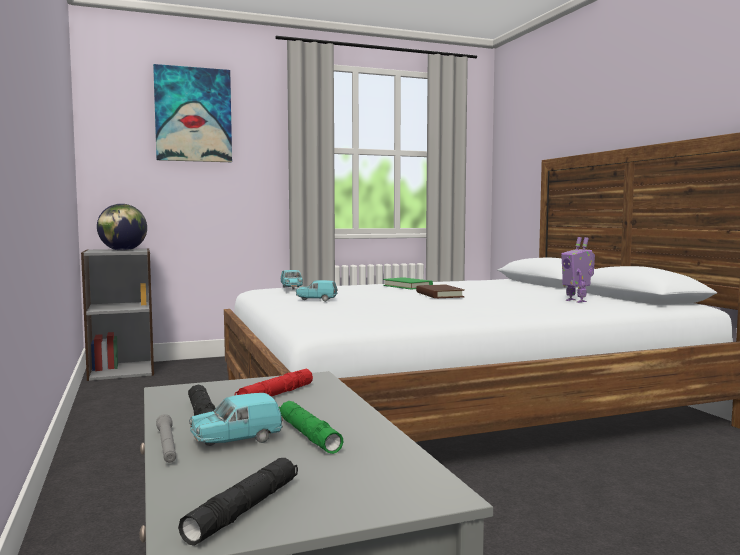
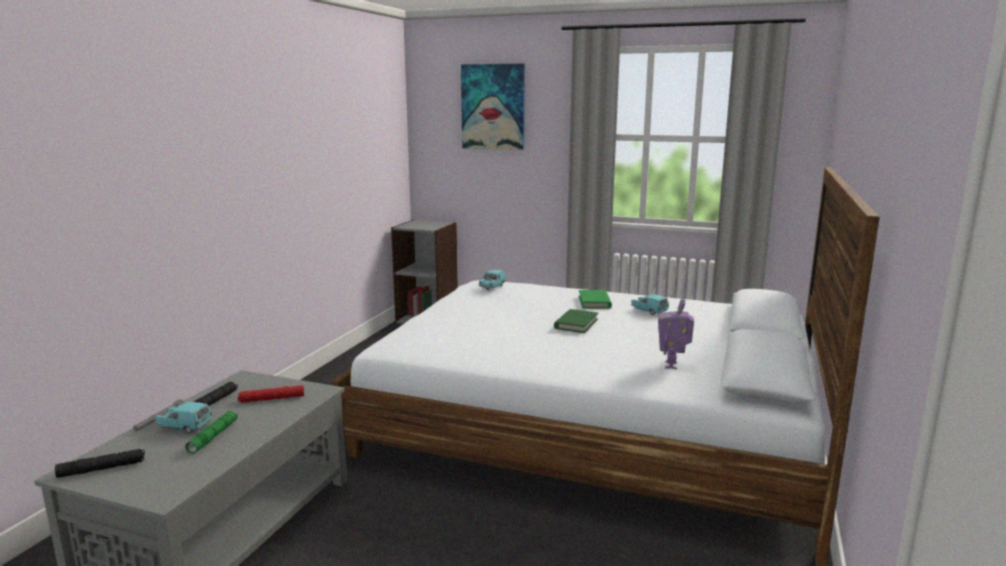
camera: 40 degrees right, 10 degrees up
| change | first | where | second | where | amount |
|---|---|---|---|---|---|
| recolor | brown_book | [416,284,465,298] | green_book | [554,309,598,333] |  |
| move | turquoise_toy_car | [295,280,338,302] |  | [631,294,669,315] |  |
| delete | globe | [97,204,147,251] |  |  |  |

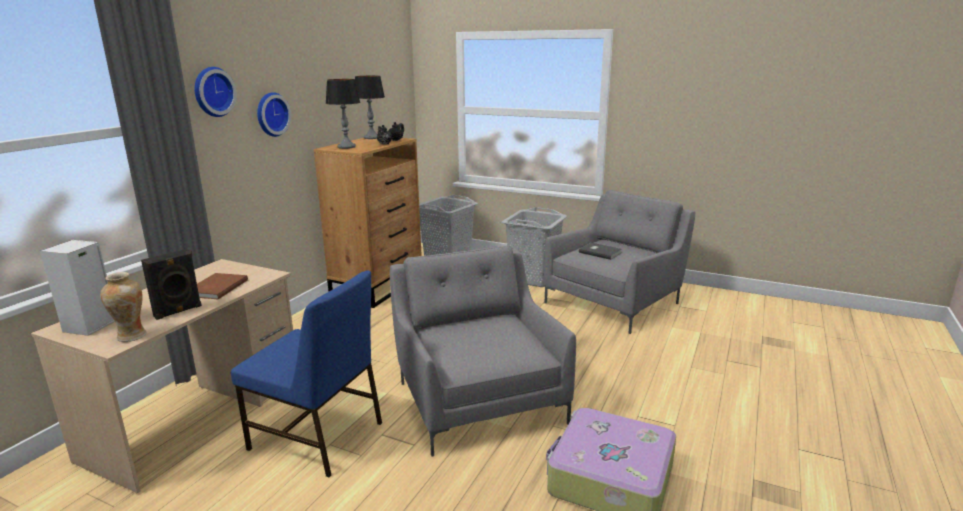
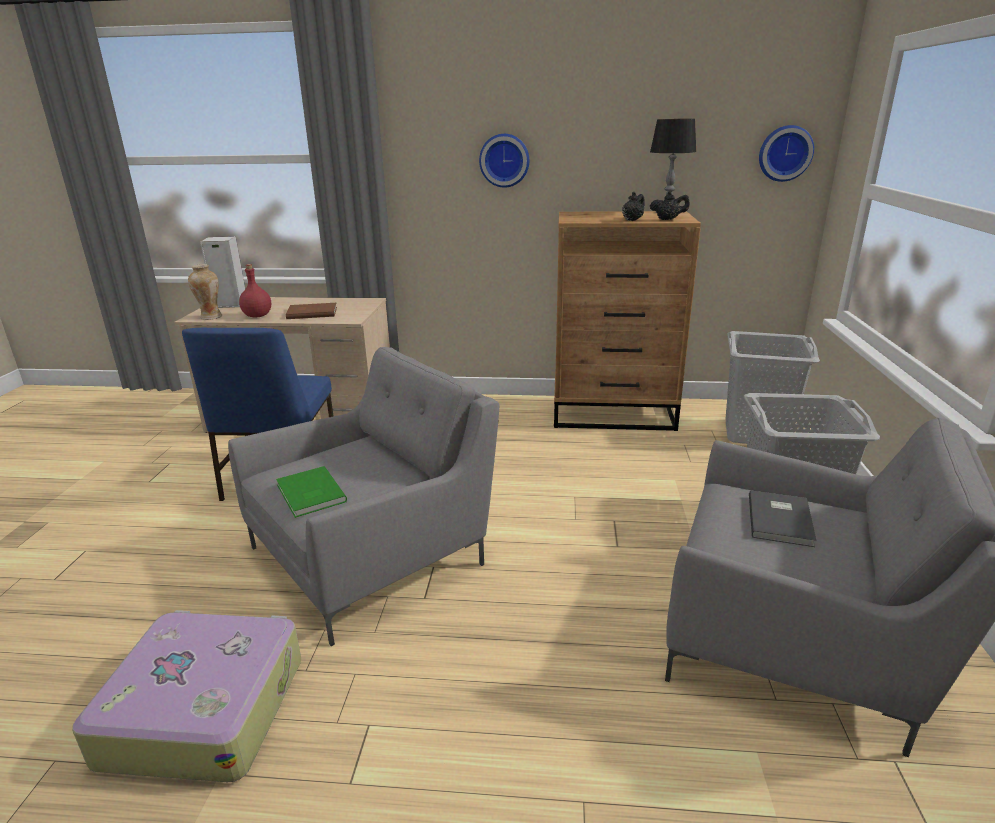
camera: 70 degrees right, 5 degrees up
| change | first | where | second | where | amount |
|---|---|---|---|---|---|
| replace | black_speaker | [141,249,202,320] | red_bottle | [239,264,271,318] |  |
| insert |  |  | green_book | [276,466,347,518] |  |
| move | wall_clock | [195,67,237,117] |  | [759,125,814,182] |  |
| delete | table_lamp | [326,79,360,149] |  |  |  |

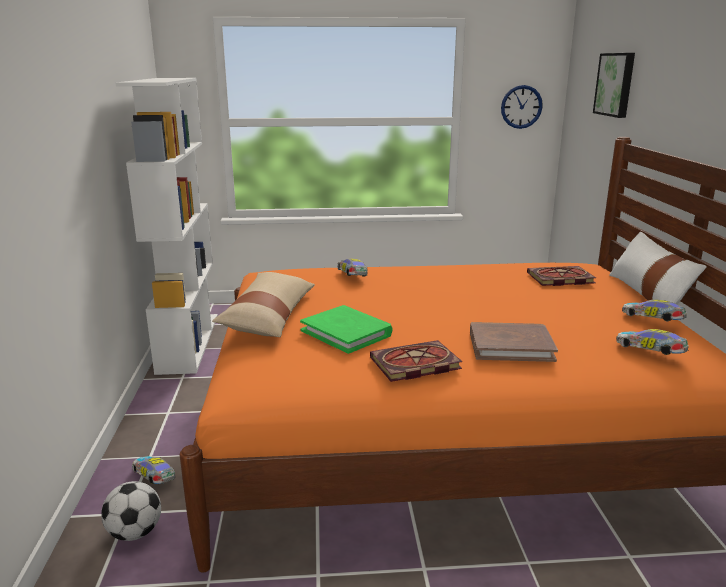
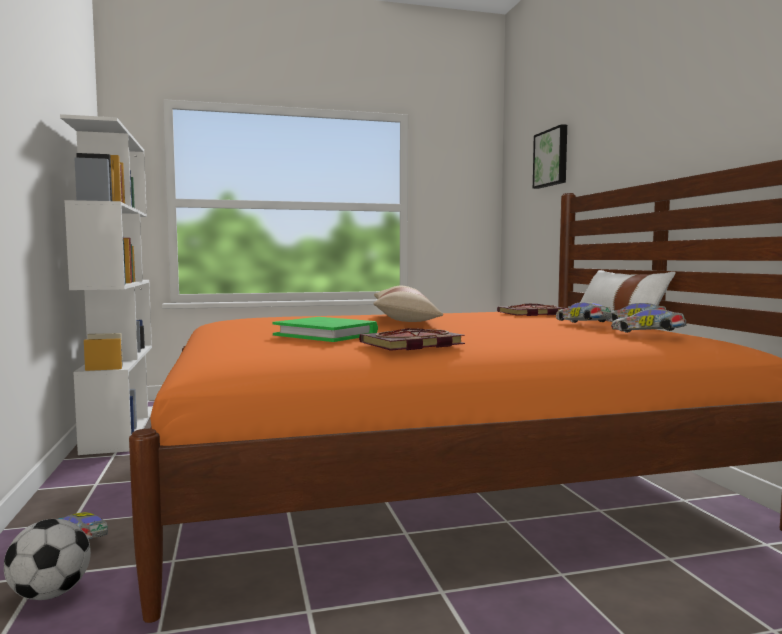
camera: 10 degrees left, 15 degrees down
| change | first | where | second | where | amount |
|---|---|---|---|---|---|
| move | beige_pillow | [212,272,315,337] |  | [374,286,443,322] |  |
| move | toy_car | [337,259,368,277] |  | [556,302,612,323] |  |
| delete | brown_book | [470,322,558,362] |  |  |  |
| delete | wall_clock | [501,85,543,129] |  |  |  |

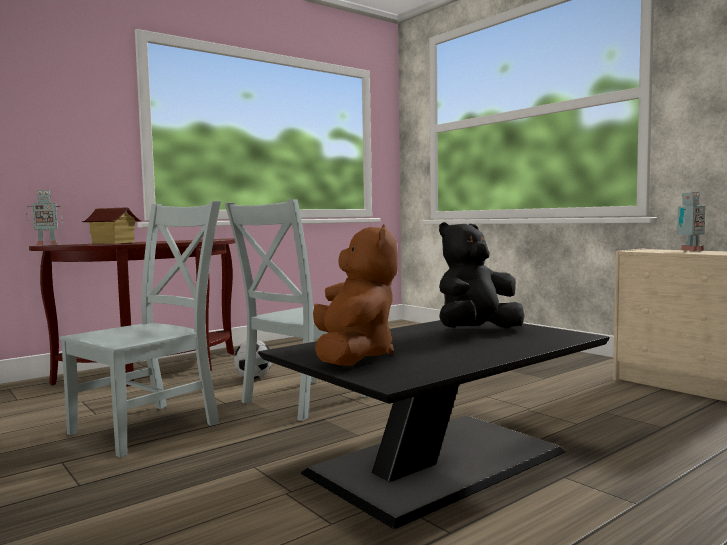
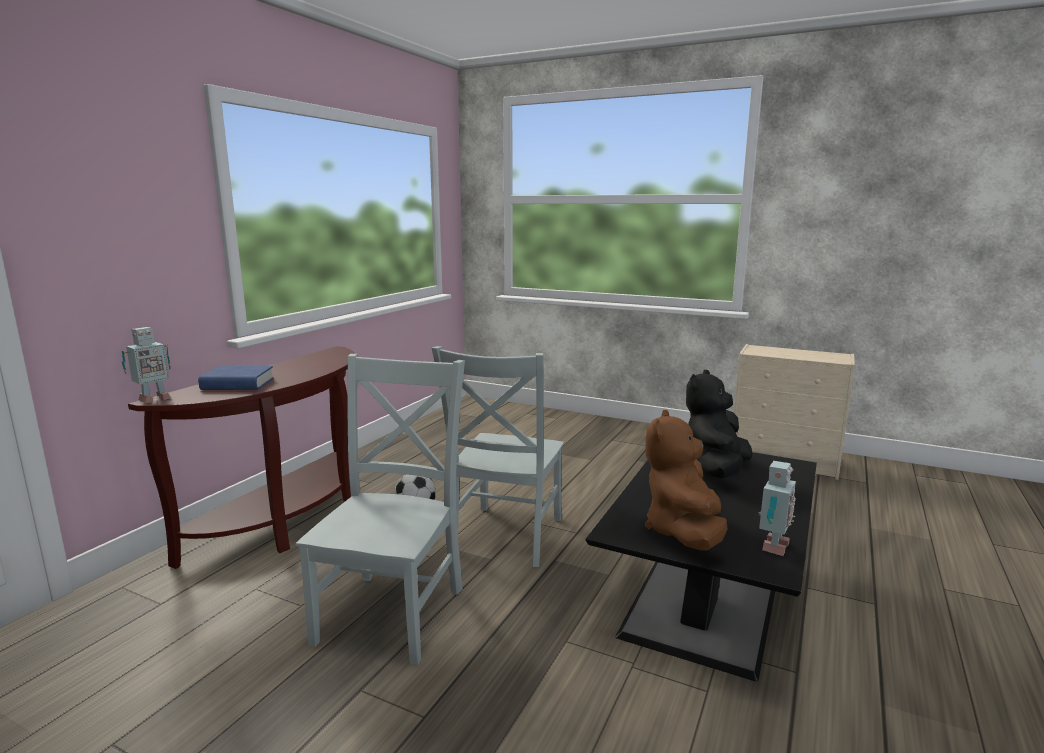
camera: 25 degrees left, 10 degrees up
| change | first | where | second | where | amount |
|---|---|---|---|---|---|
| replace | toy_house | [81,207,142,244] | blue_book | [198,366,274,390] |  |
| rotate | brown_plush_toy | [313,224,398,366] |  | [645,410,727,551] | 135 degrees counterclockwise |
| move | toy_robot | [677,192,705,251] |  | [758,461,796,556] |  |

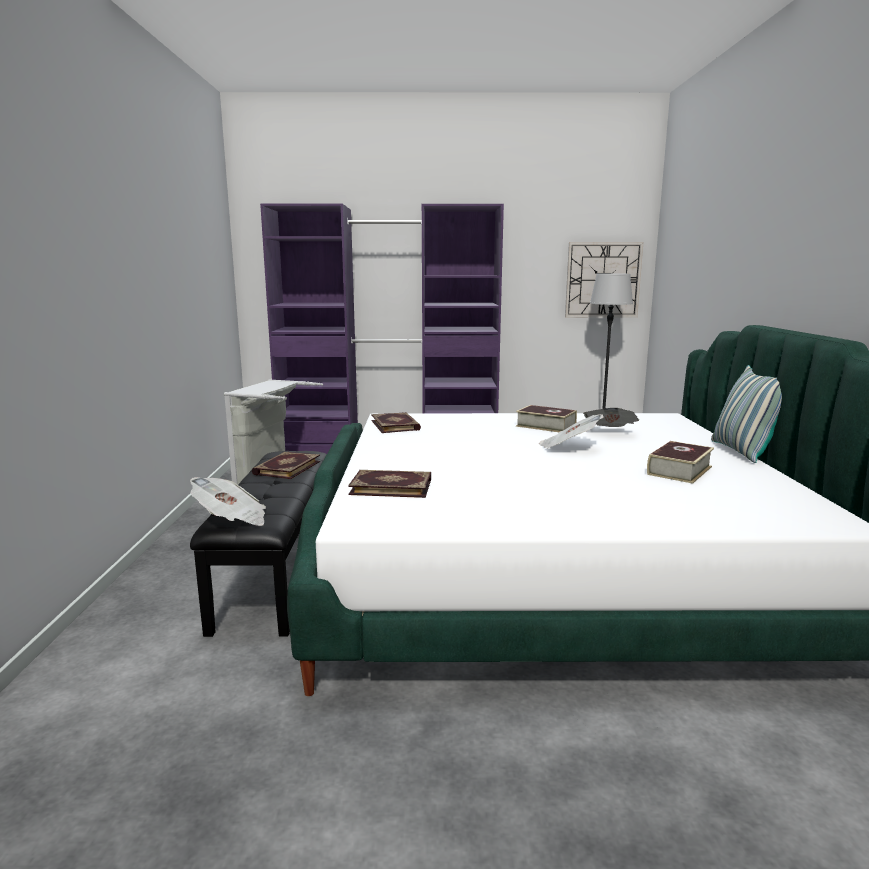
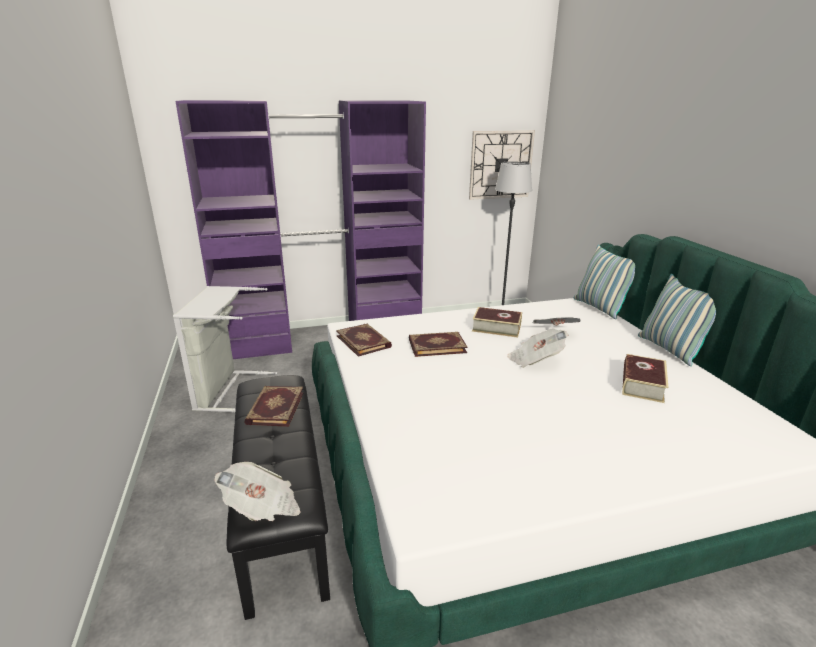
camera: 15 degrees left, 10 degrees up
| change | first | where | second | where | amount |
|---|---|---|---|---|---|
| move | book | [348,470,431,498] |  | [409,332,467,357] |  |
| insert |  |  | pillow | [573,245,635,319] |  |

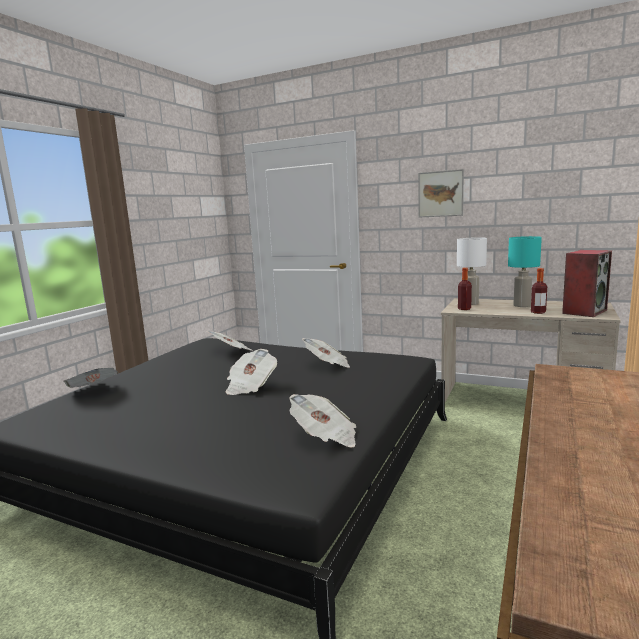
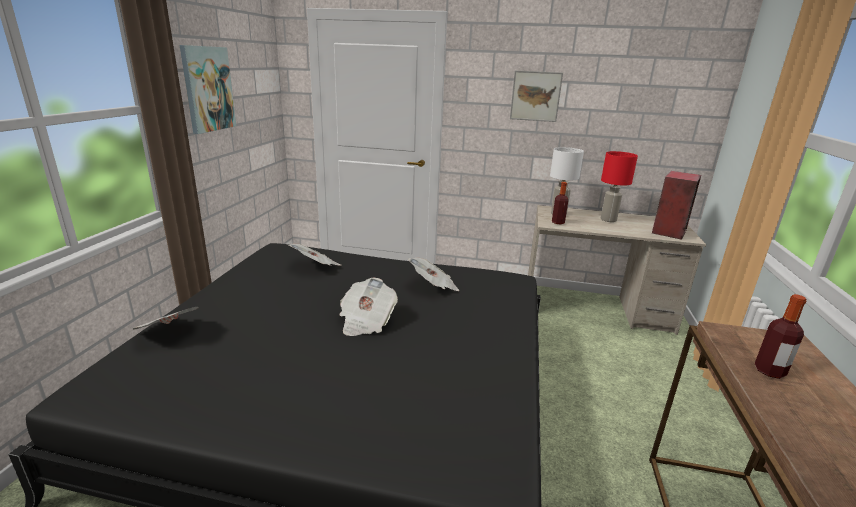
camera: 15 degrees left, 10 degrees up
| change | first | where | second | where | amount |
|---|---|---|---|---|---|
| insert |  |  | picture | [180,45,236,134] |  |
| recolor | turquoise_table_lamp | [508,236,542,307] | red_table_lamp | [601,151,638,222] |  |
| move | bottle | [531,268,547,314] |  | [754,294,806,379] |  |
| delete | newspaper | [289,394,356,448] |  |  |  |

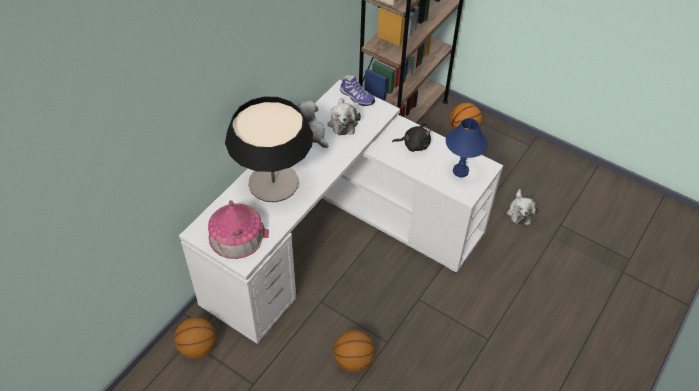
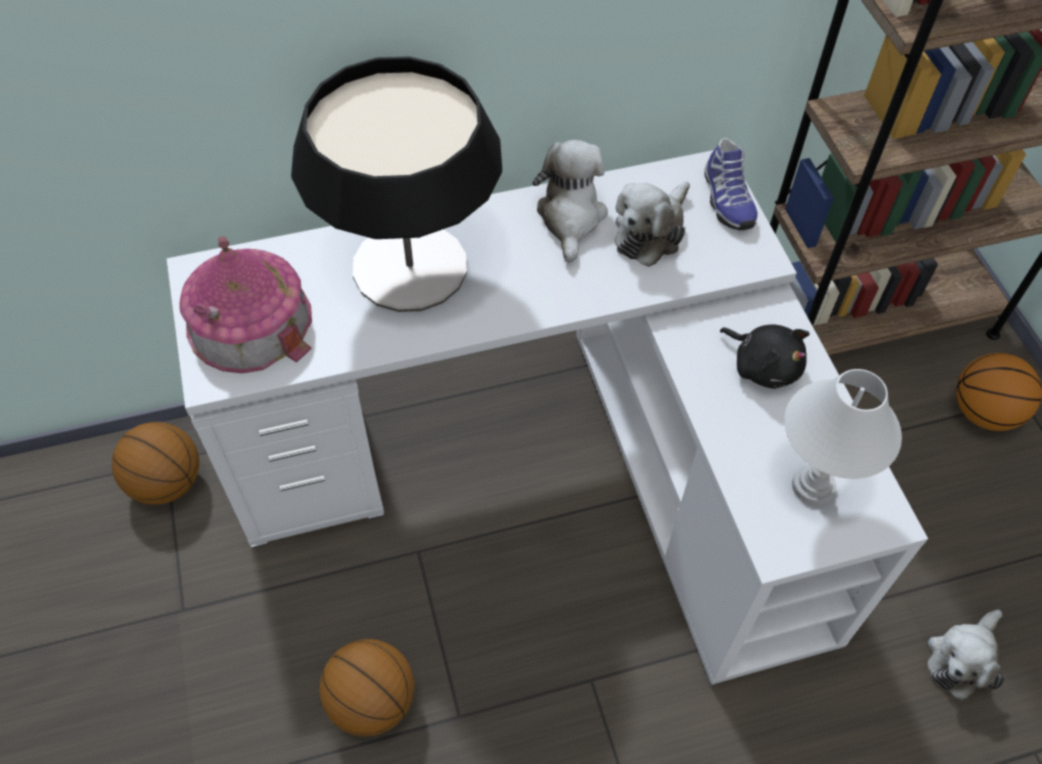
camera: 40 degrees right, 5 degrees up
| change | first | where | second | where | amount |
|---|---|---|---|---|---|
| recolor | blue_table_lamp | [446,118,488,177] | white_table_lamp | [784,369,902,505] |  |

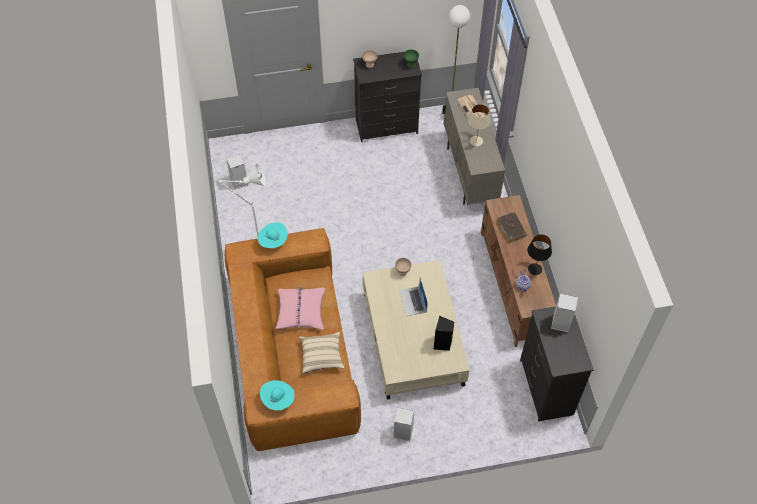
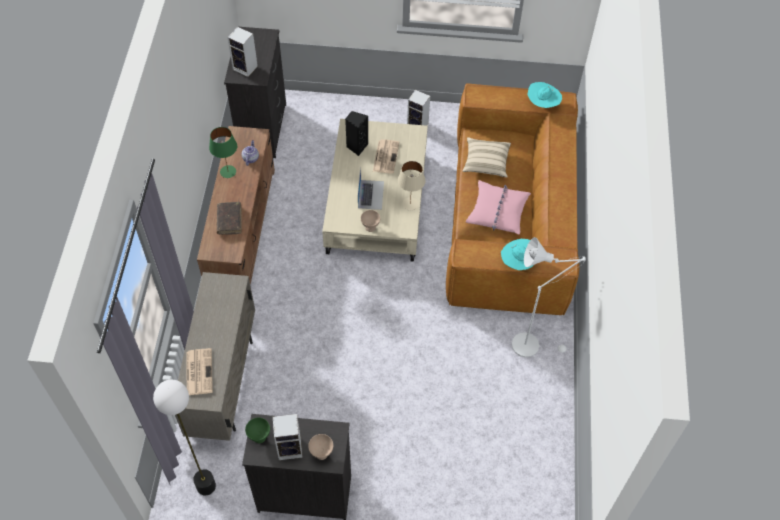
camera: 165 degrees left, 0 degrees up
| change | first | where | second | where | amount |
|---|---|---|---|---|---|
| recolor | black_table_lamp | [527,234,552,275] | green_table_lamp | [209,127,237,178] |  |
| move | speaker | [226,154,248,190] |  | [273,414,303,460] |  |
| insert |  |  | newspaper | [373,139,399,174] |  |
| move | beige_table_lamp | [468,104,491,146] |  | [398,161,426,210] |  |

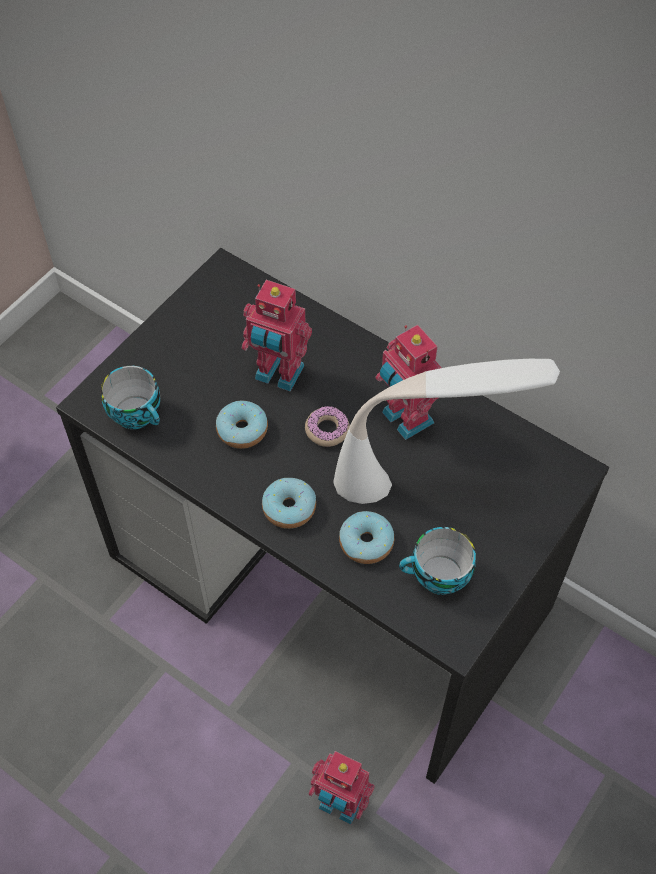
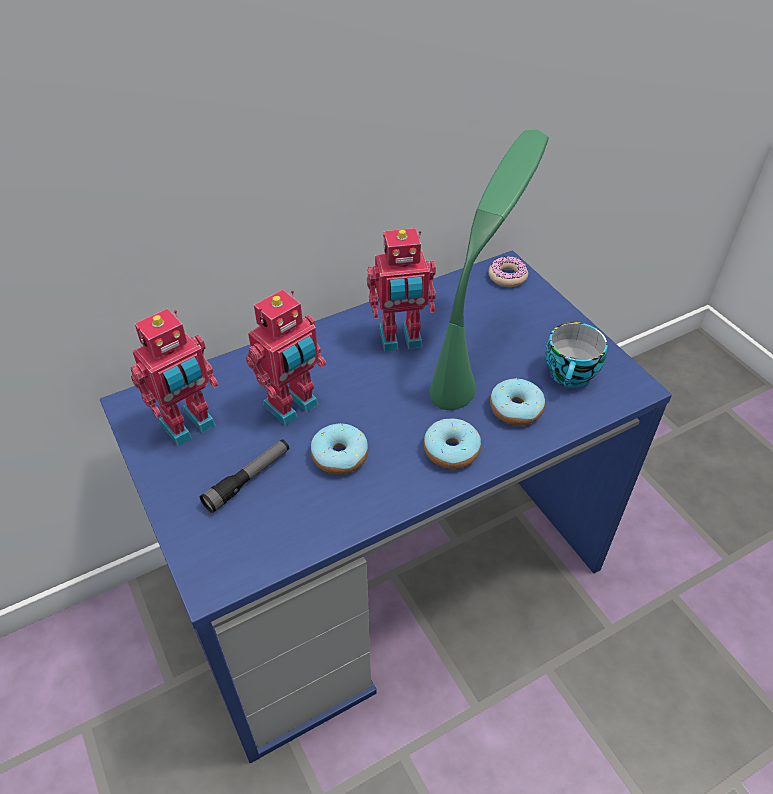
camera: 65 degrees left, 10 degrees down
| change | first | where | second | where | amount |
|---|---|---|---|---|---|
| recolor | black_desk | [56,248,609,784] | blue_desk | [100,250,672,763] |  |
| move | toy_robot | [308,751,375,825] |  | [131,308,218,446] |  |
| insert |  |  | flashlight | [200,439,289,513] |  |
| recolor | white_table_lamp | [333,359,560,504] | green_table_lamp | [429,130,549,411] |  |
| move | donut | [305,406,350,447] |  | [488,256,528,287] |  |
| delete | cup | [101,366,160,429] |  |  |  |

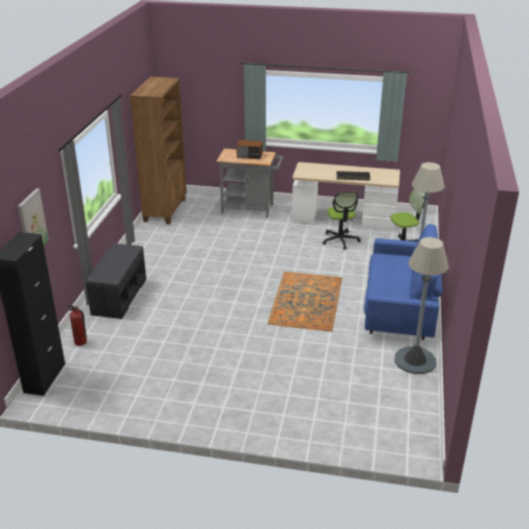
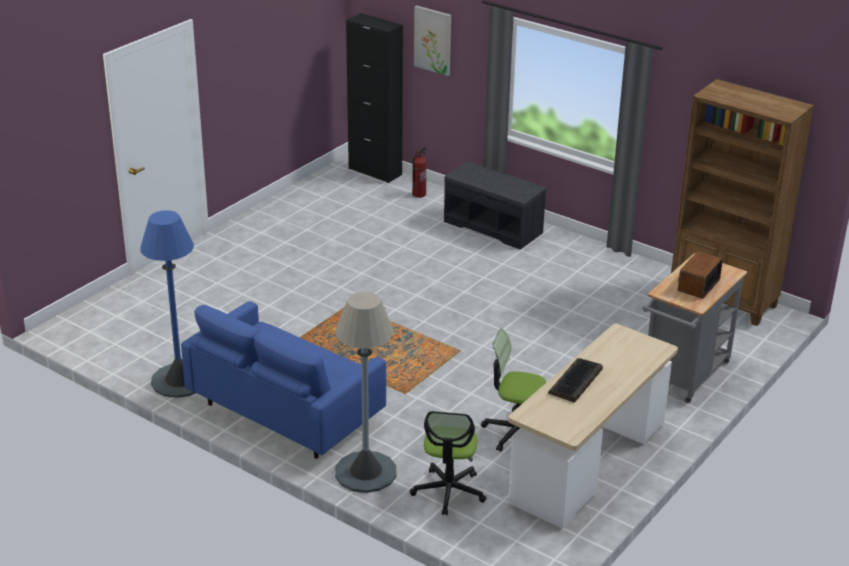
camera: 115 degrees right, 0 degrees up
| change | first | where | second | where | amount |
|---|---|---|---|---|---|
| recolor | grey_floor_lamp | [394,237,449,374] | blue_floor_lamp | [140,210,196,398] |  |

